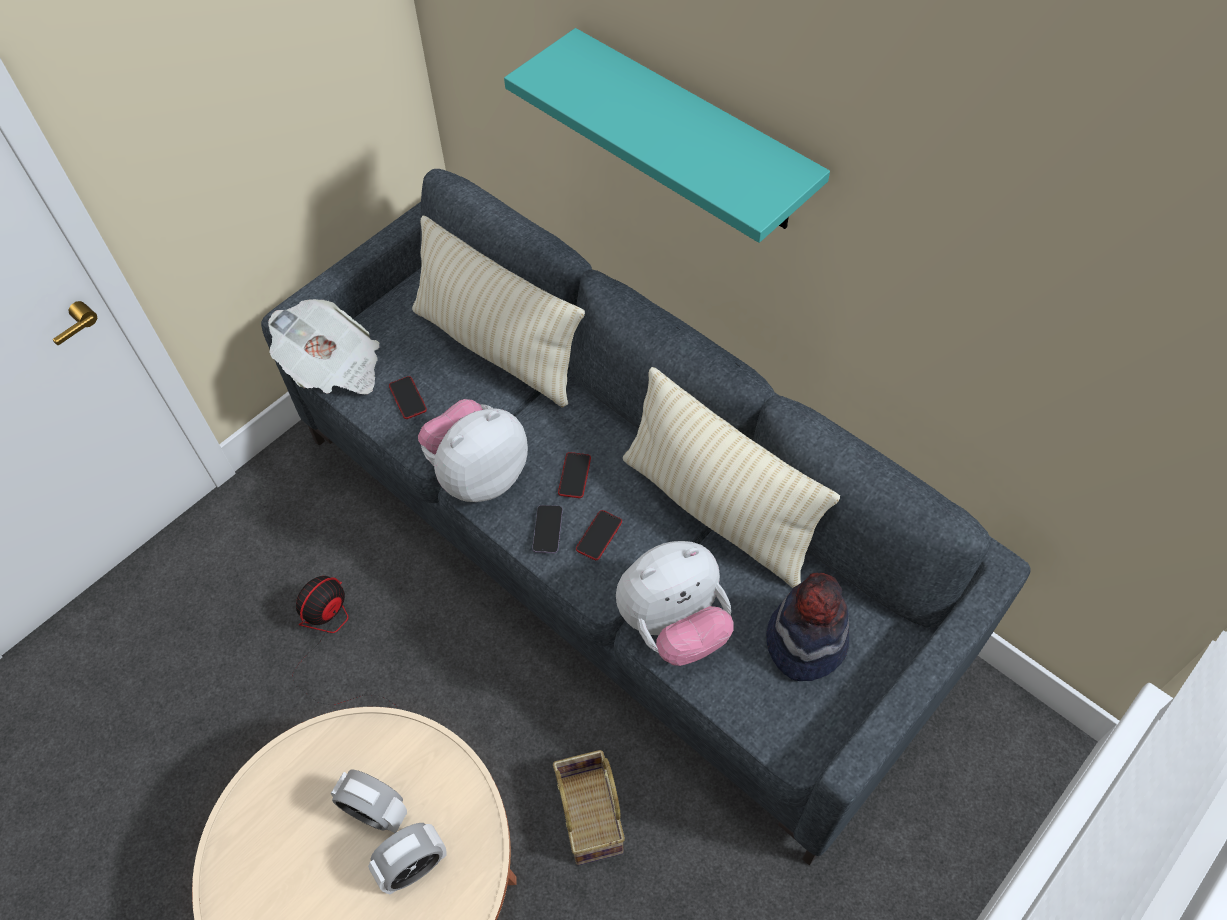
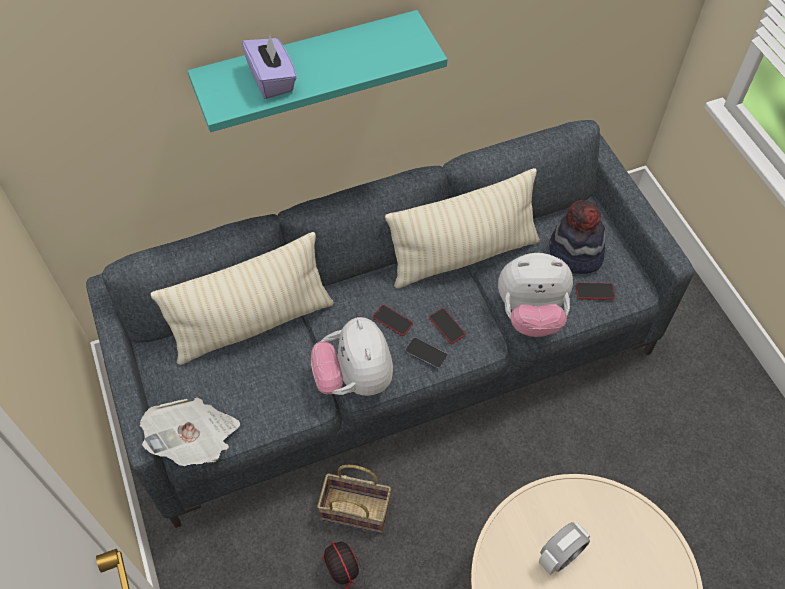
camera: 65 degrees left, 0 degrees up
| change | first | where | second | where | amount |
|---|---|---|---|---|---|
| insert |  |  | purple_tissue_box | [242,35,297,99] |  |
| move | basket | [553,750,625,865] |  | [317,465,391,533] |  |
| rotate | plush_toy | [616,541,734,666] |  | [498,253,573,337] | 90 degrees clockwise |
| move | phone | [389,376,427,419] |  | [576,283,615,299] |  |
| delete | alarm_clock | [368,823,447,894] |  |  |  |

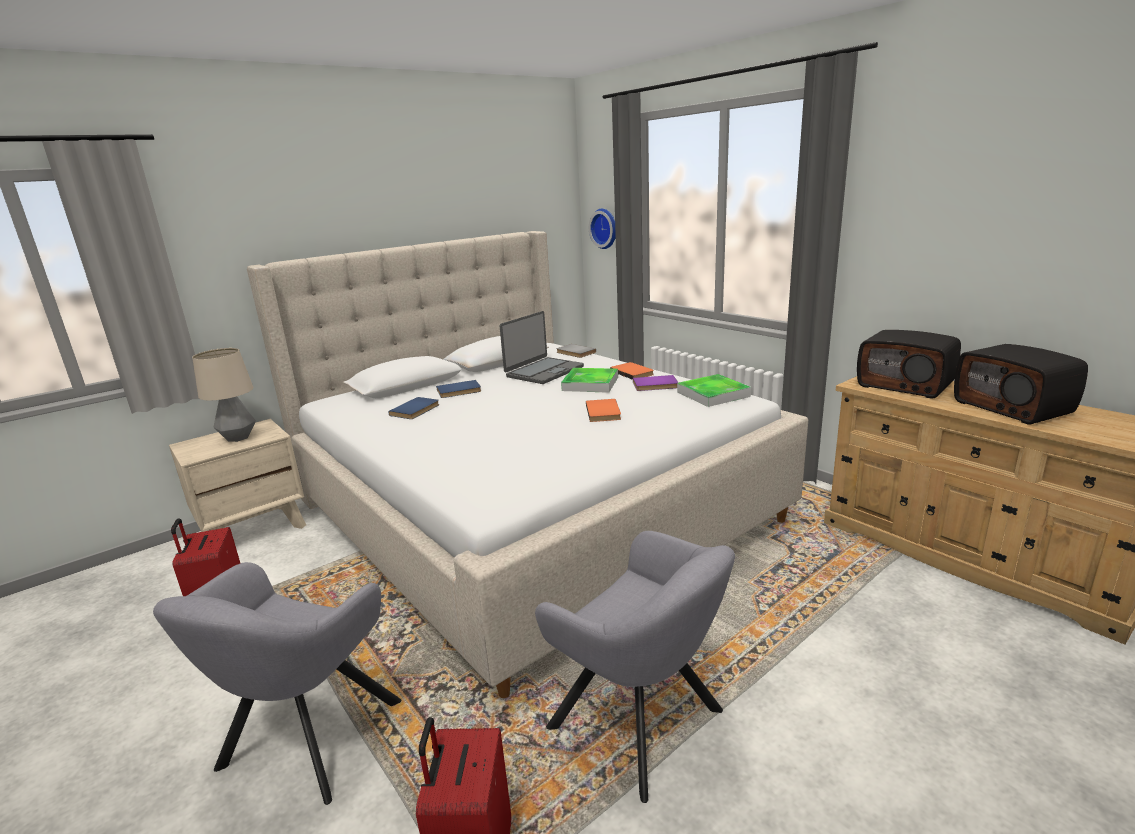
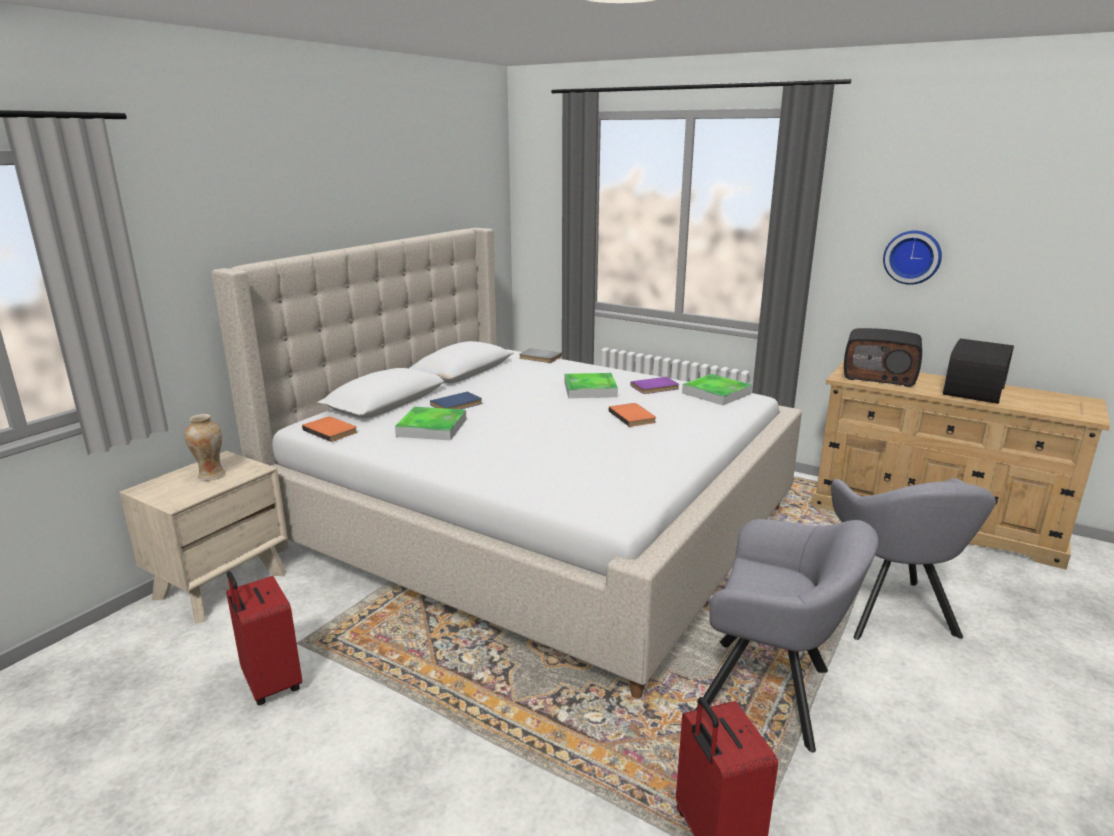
camera: 20 degrees left, 0 degrees up
| change | first | where | second | where | amount |
|---|---|---|---|---|---|
| replace | table_lamp | [192,348,256,442] | vase | [184,414,225,481] |  |
| move | orange_book | [610,362,654,380] |  | [302,416,357,442] |  |
| replace | blue_book | [388,397,439,419] | tray | [395,407,467,440] |  |
| move | grey_armchair | [153,562,401,805] |  | [831,478,996,640] |  |
| move | wall_clock | [589,209,616,249] |  | [883,230,942,285] |  |
| rotate | radio | [954,344,1088,425] |  | [943,338,1014,404] | 105 degrees counterclockwise |
| delete | laptop | [500,311,584,384] |  |  |  |

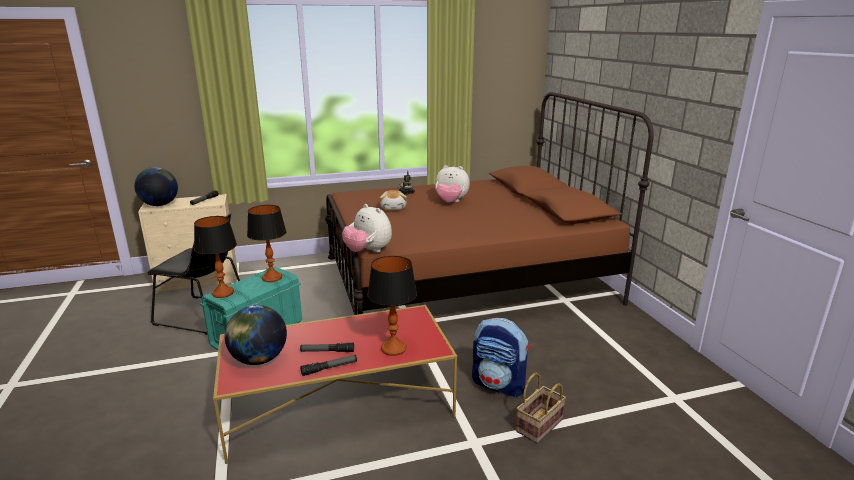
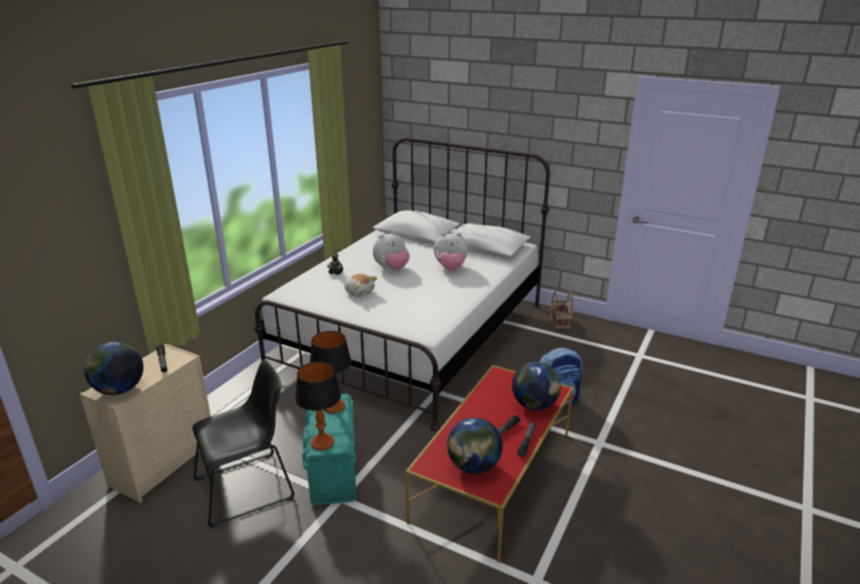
camera: 45 degrees left, 5 degrees up
| change | first | where | second | where | amount |
|---|---|---|---|---|---|
| recolor | brown_bed | [325,92,654,315] | white_bed | [254,137,550,432] |  |
| move | plush_toy | [342,204,392,253] |  | [434,233,468,271] |  |
| replace | table_lamp | [367,256,417,356] | globe | [512,362,561,410] |  |
| move | basket | [516,373,566,444] |  | [550,292,573,329] |  |

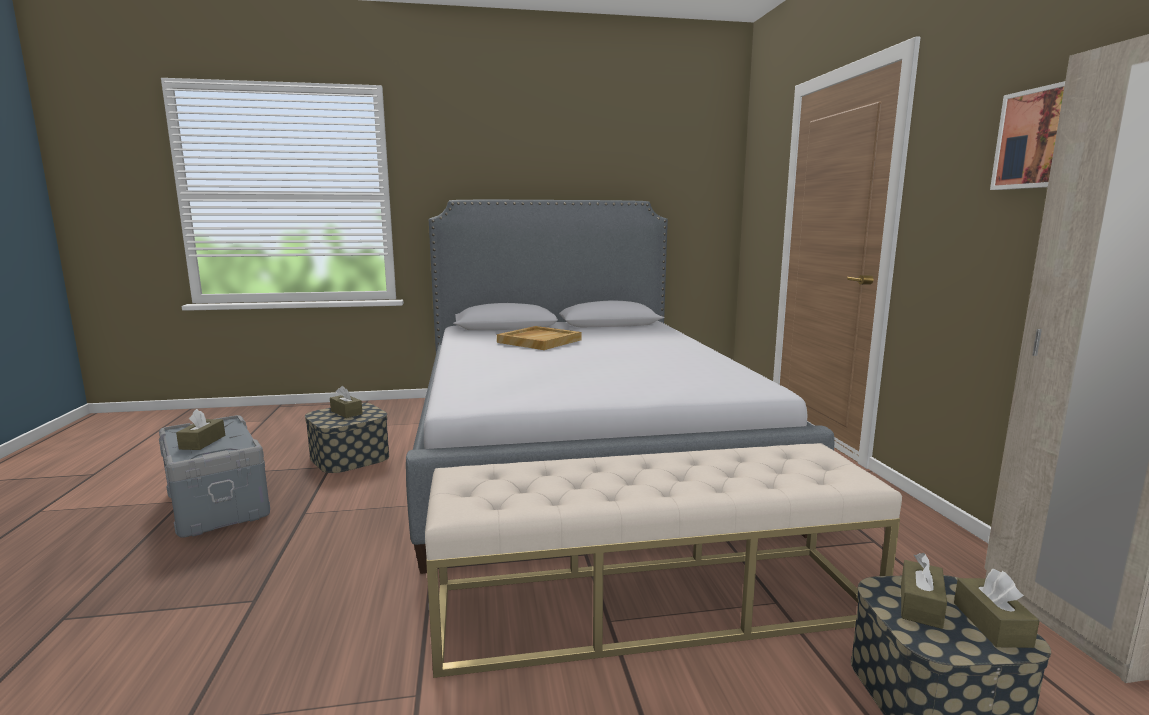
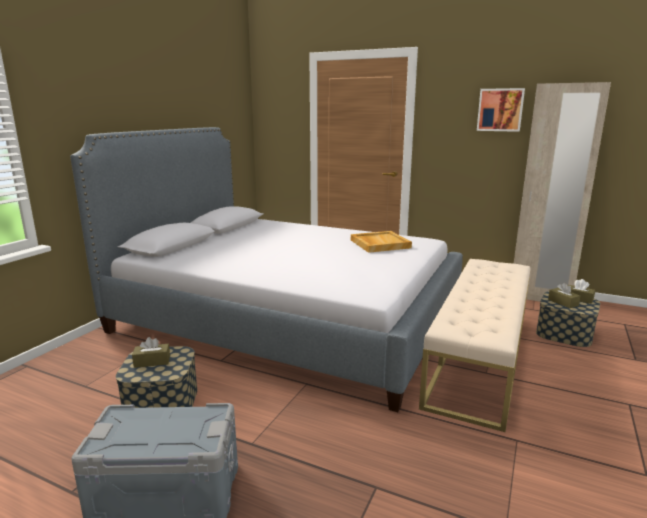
camera: 55 degrees left, 5 degrees up
| change | first | where | second | where | amount |
|---|---|---|---|---|---|
| move | beige_tray | [497,326,581,350] |  | [351,231,412,253] |  |
| delete | brown_tissue_box | [176,409,225,450] |  |  |  |

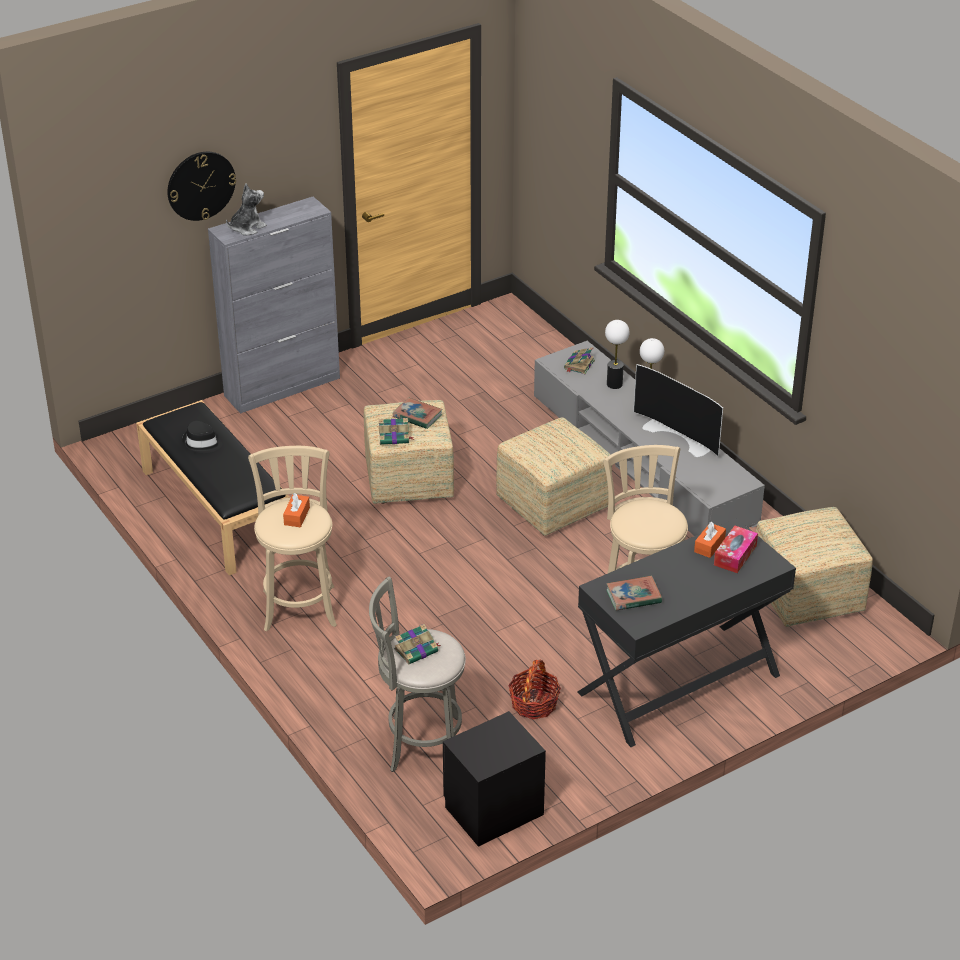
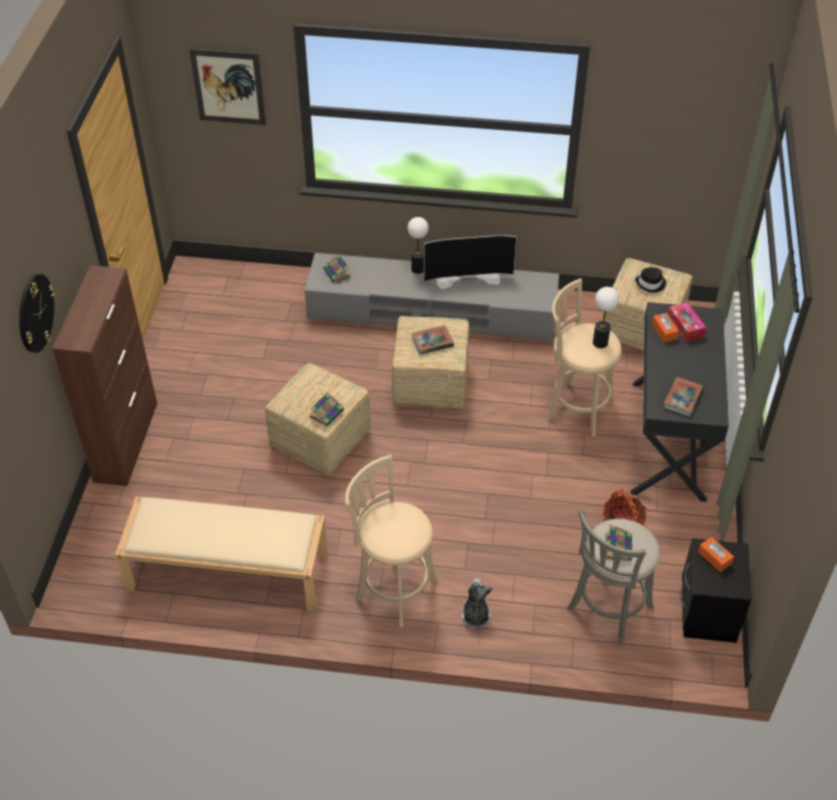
camera: 50 degrees left, 10 degrees up
| change | first | where | second | where | amount |
|---|---|---|---|---|---|
| recolor | grey_cabinet | [208,197,340,414] | brown_cabinet | [52,265,157,486] |  |
| recolor | black_bench | [136,400,290,576] | beige_bench | [115,496,328,611] |  |
| insert |  |  | picture | [189,49,266,125] |  |
| move | book | [393,398,443,429] |  | [411,325,454,355] |  |
| move | plush_toy | [226,184,267,235] |  | [461,578,493,630] |  |
| move | table_lamp | [605,320,629,389] |  | [593,287,619,348] |  |
| move | black_hat | [183,421,222,453] |  | [635,267,666,293] |  |
| move | orange_tissue_box | [283,493,310,527] |  | [698,537,734,572] |  |

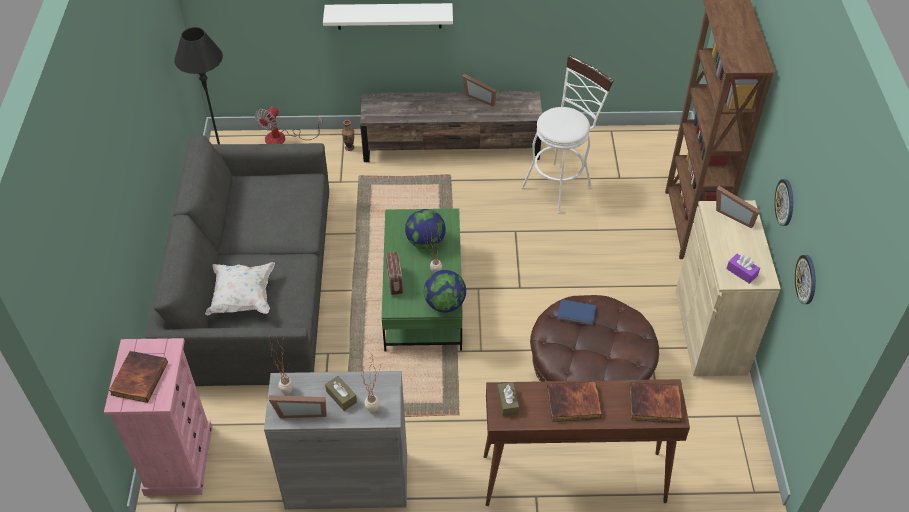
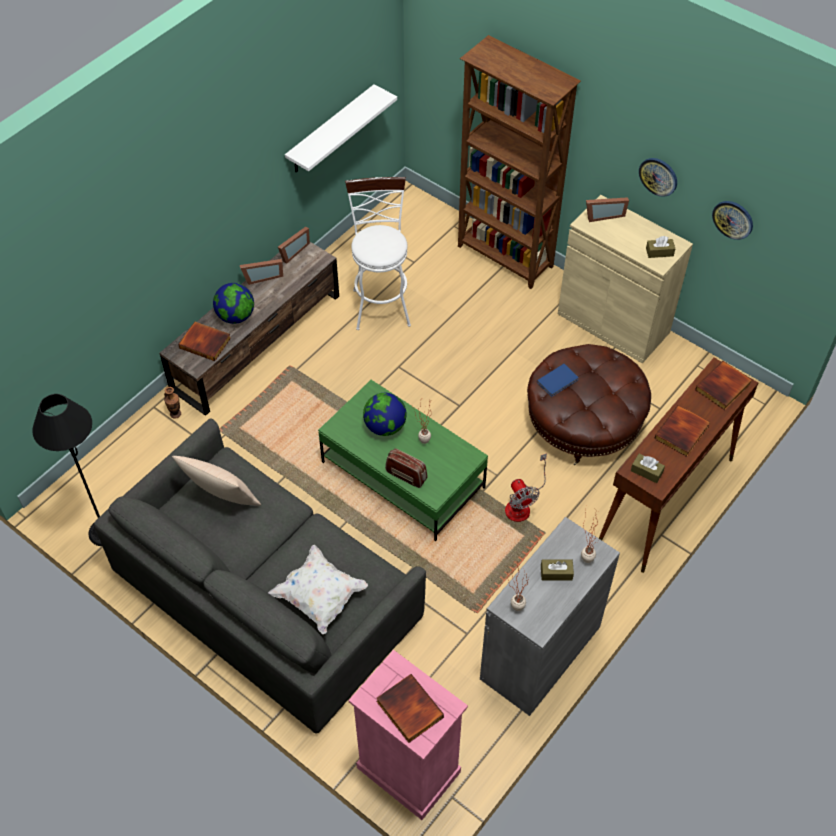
camera: 50 degrees left, 5 degrees up
| change | first | where | second | where | amount |
|---|---|---|---|---|---|
| insert |  |  | beige_pillow | [172,456,261,506] |  |
| insert |  |  | book | [178,322,231,361] |  |
| move | globe | [424,270,466,312] |  | [213,283,254,324] |  |
| move | picture_frame | [269,395,327,418] |  | [278,227,310,264] |  |
| move | white_shelf | [323,3,453,30] |  | [285,84,397,172] |  |
| move | fan | [255,107,323,144] |  | [505,453,547,522] |  |
| recolor | purple_tissue_box | [726,254,760,284] | brown_tissue_box | [646,236,675,258] |  |

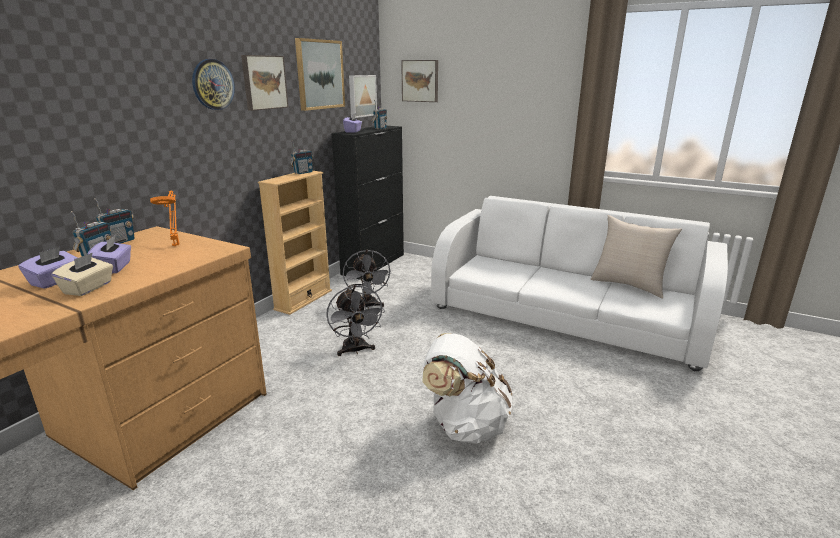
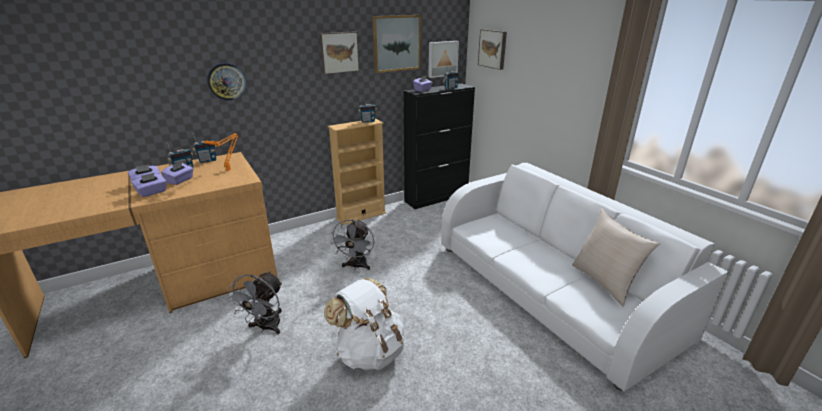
camera: 30 degrees right, 5 degrees up
| change | first | where | second | where | amount |
|---|---|---|---|---|---|
| recolor | beige_tissue_box | [52,252,113,296] | purple_tissue_box | [131,173,167,197] |  |
| move | wall_clock | [192,59,235,110] |  | [207,63,246,101] |  |
| move | grey_fan | [343,250,391,309] |  | [226,271,282,334] |  |

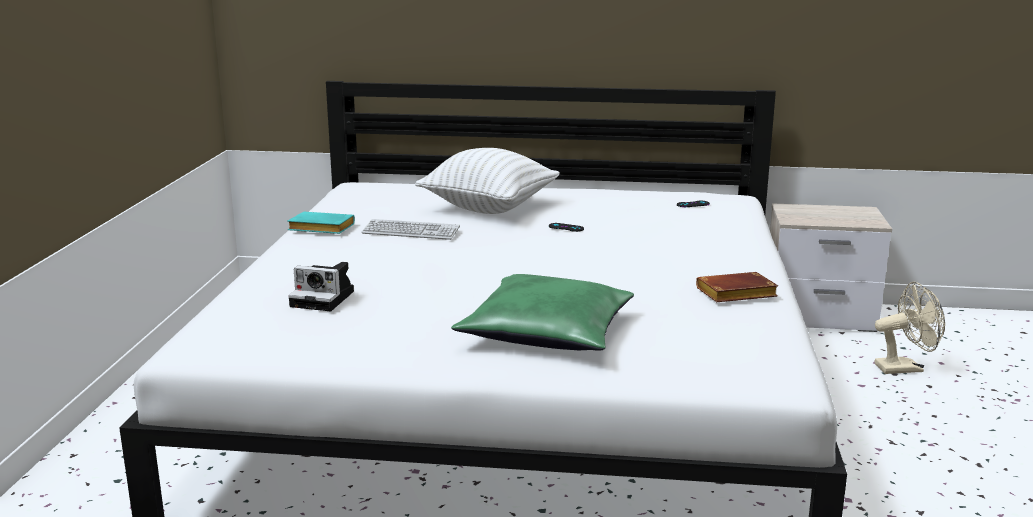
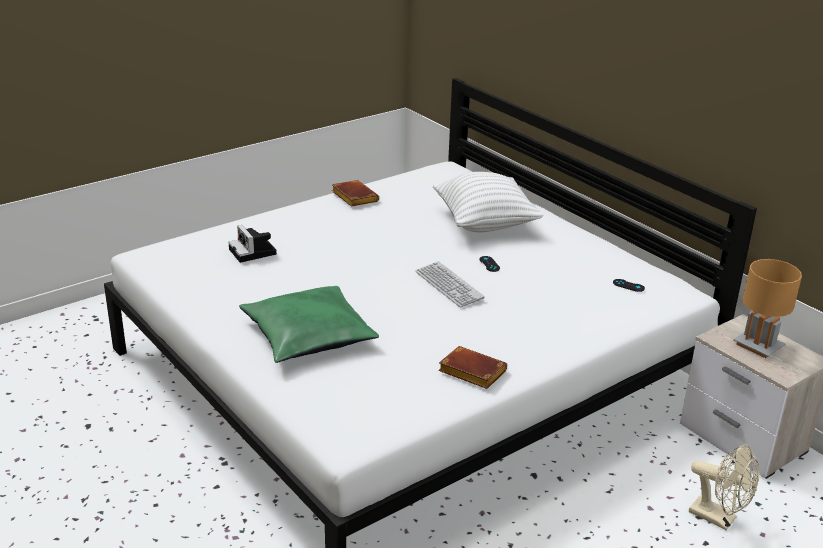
camera: 45 degrees right, 10 degrees up
| change | first | where | second | where | amount |
|---|---|---|---|---|---|
| recolor | turquoise_book | [288,212,355,234] | brown_book | [331,180,379,207] |  |
| move | keyboard | [361,219,460,240] |  | [415,261,485,307] |  |
| insert |  |  | brown_table_lamp | [733,259,802,358] |  |

